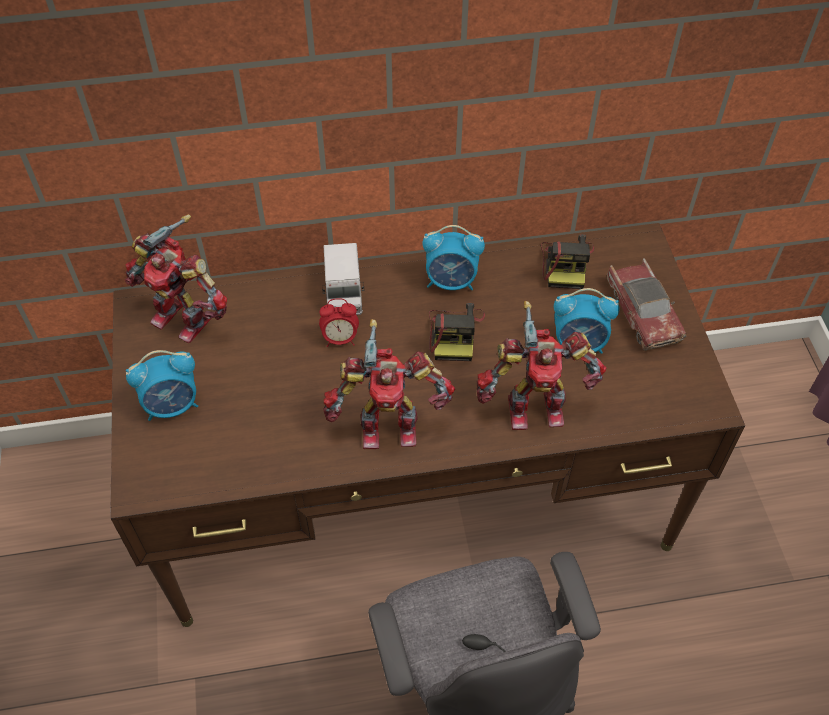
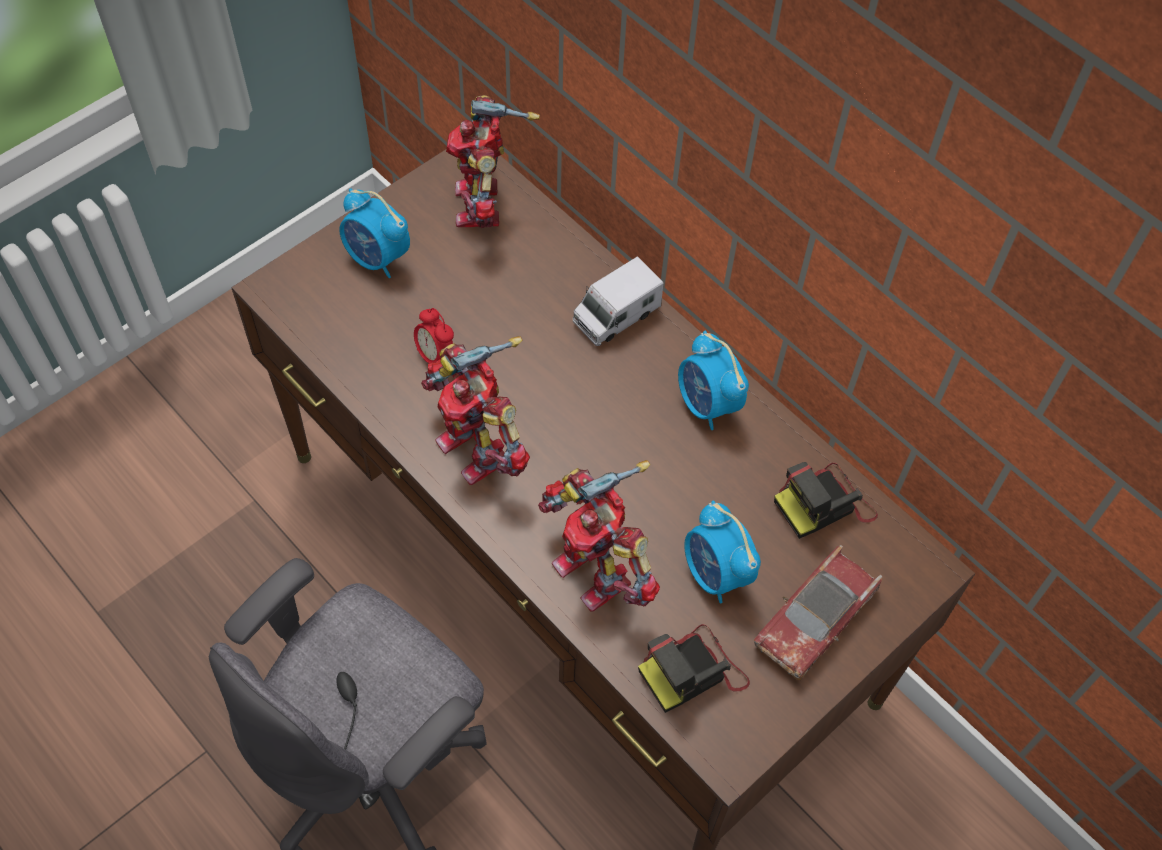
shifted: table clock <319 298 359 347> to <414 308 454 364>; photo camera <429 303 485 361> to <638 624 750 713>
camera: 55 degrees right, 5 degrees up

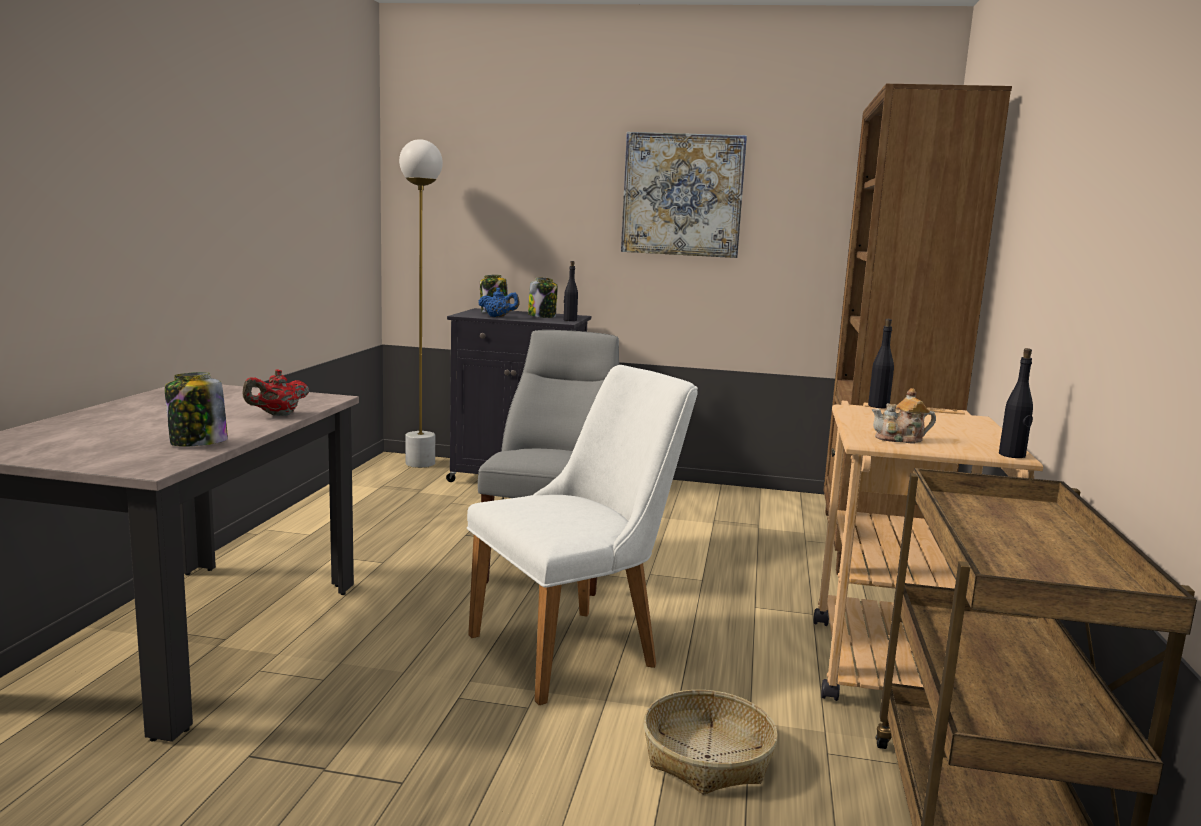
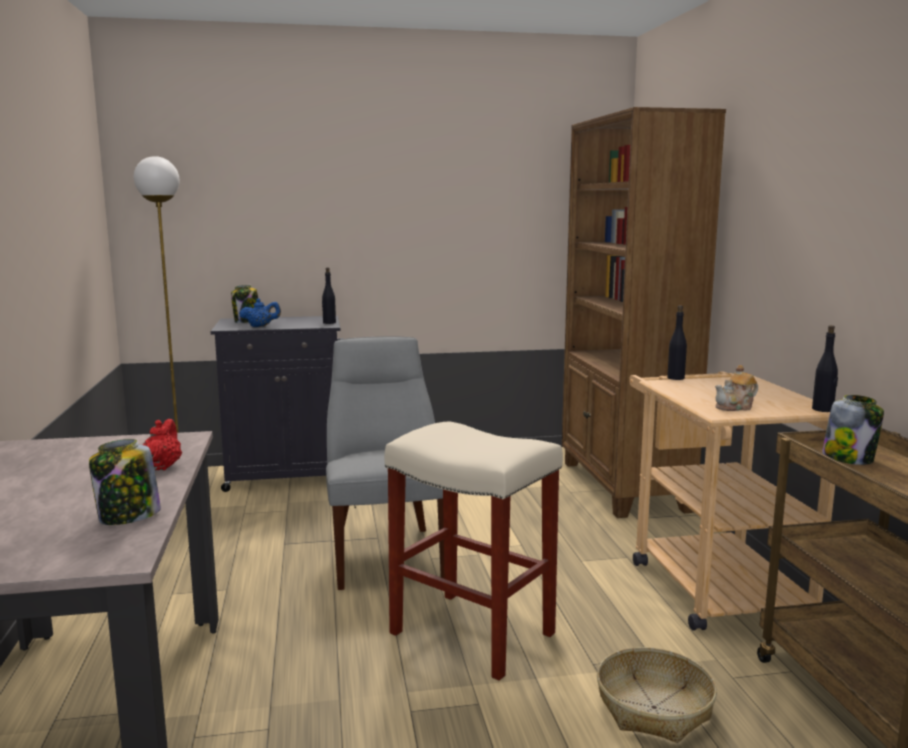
gone: picture <621 132 747 258>
shifted: preserve jar <528 277 558 318> to <822 395 884 465>
swapped: white upright chair <467 365 698 705> to sand-coloured sitting stool <385 421 563 681>
rotated: red tea pot <243 369 309 416> = <143 419 182 470> 150 degrees clockwise
camera: 20 degrees left, 0 degrees up

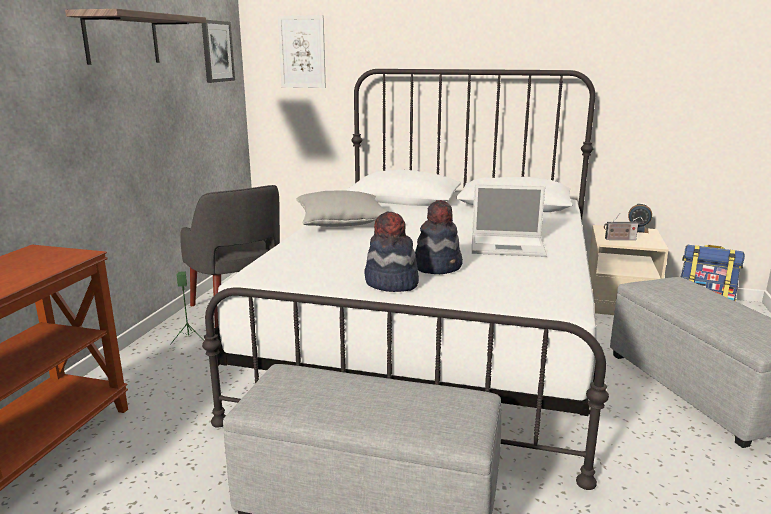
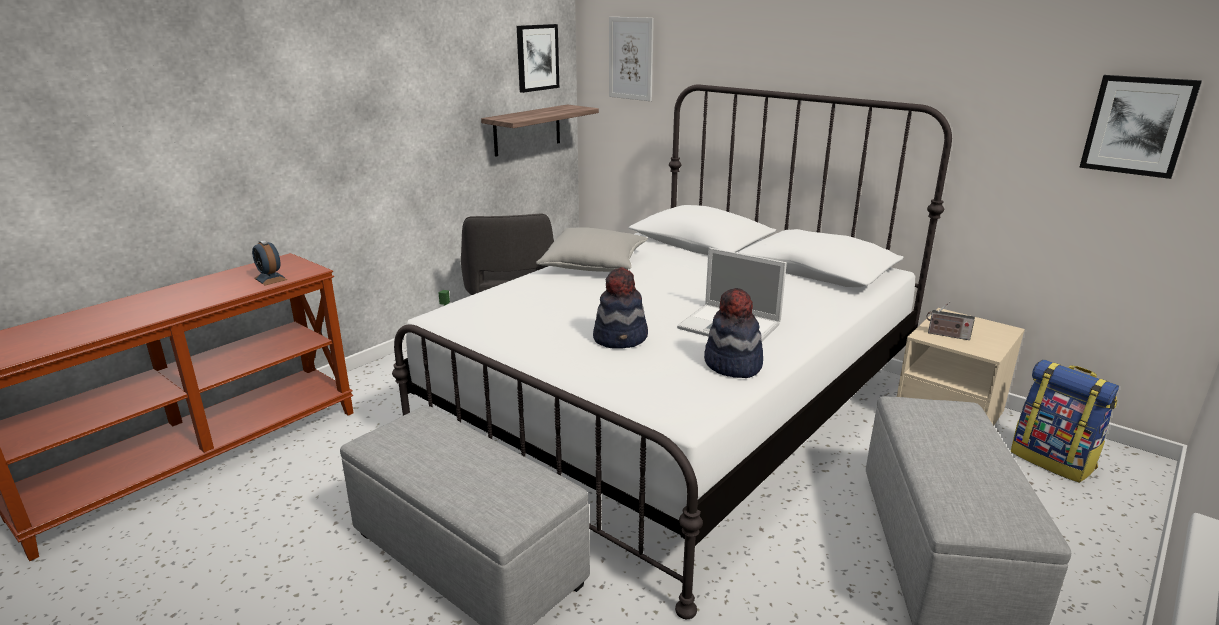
new: picture <1079 75 1202 179>
shifted: table clock <628 203 652 233> to <252 240 287 285>; shelf <65 9 206 65> to <481 104 599 157>; clothing hat <364 211 419 292> to <704 288 763 378>
camera: 25 degrees right, 5 degrees up

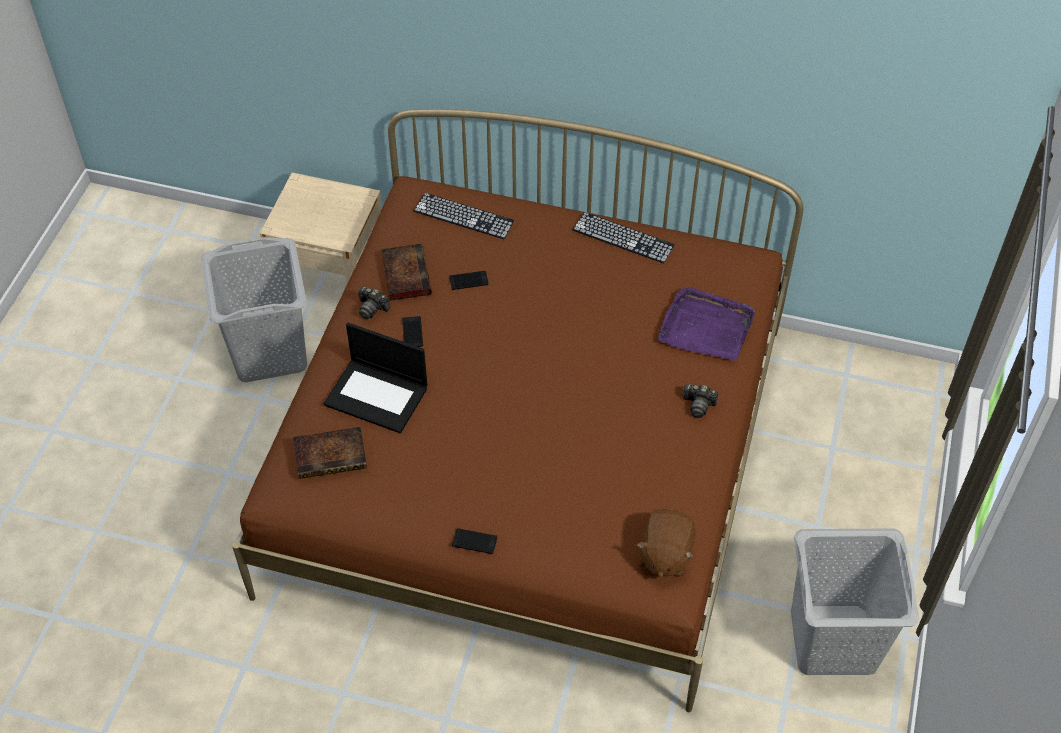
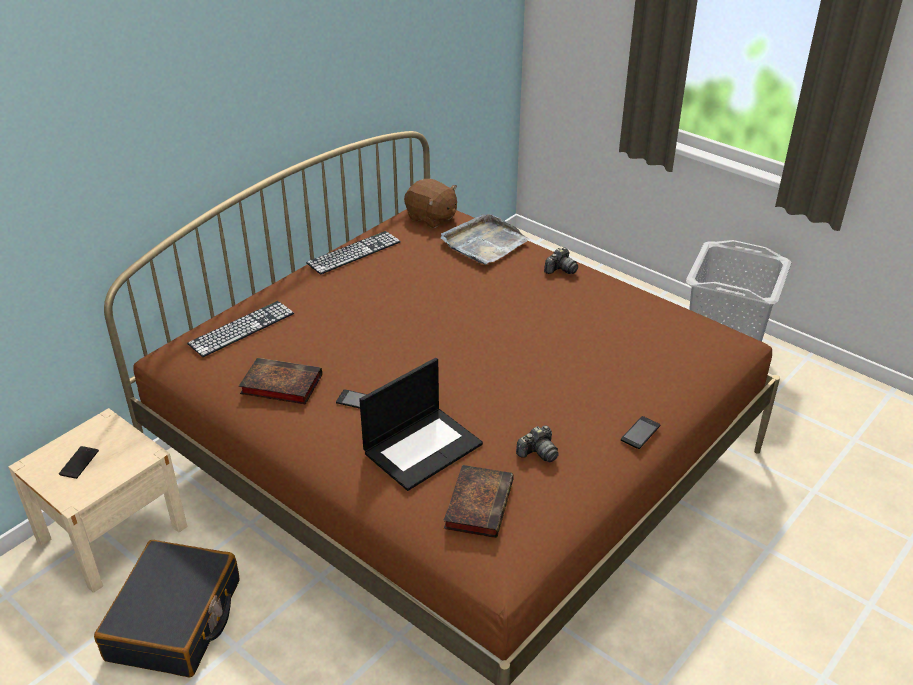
shifted: telephone <449 271 488 290> to <59 446 99 479>; brown-coloured plush toy <636 509 696 578> to <404 179 457 228>; photo camera <358 286 390 319> to <516 425 559 462>
swapped: grey hamper <201 237 307 382> to black travel case <94 540 240 678>
repainted: purple-coloured serving tray <658 287 755 361> to grey serving tray <441 214 529 265>
camera: 65 degrees left, 15 degrees down

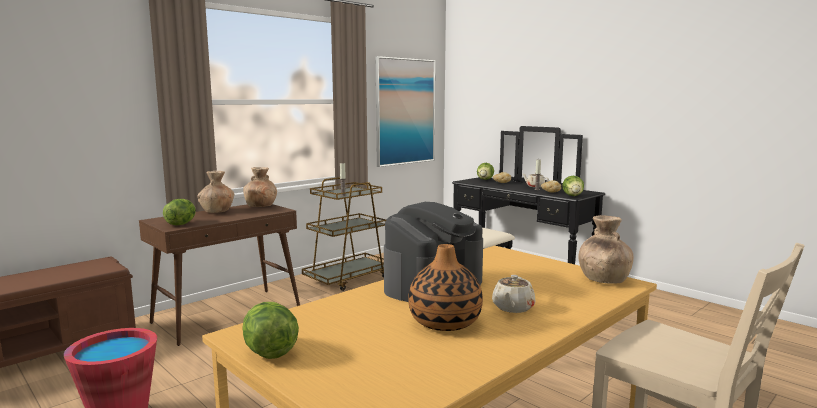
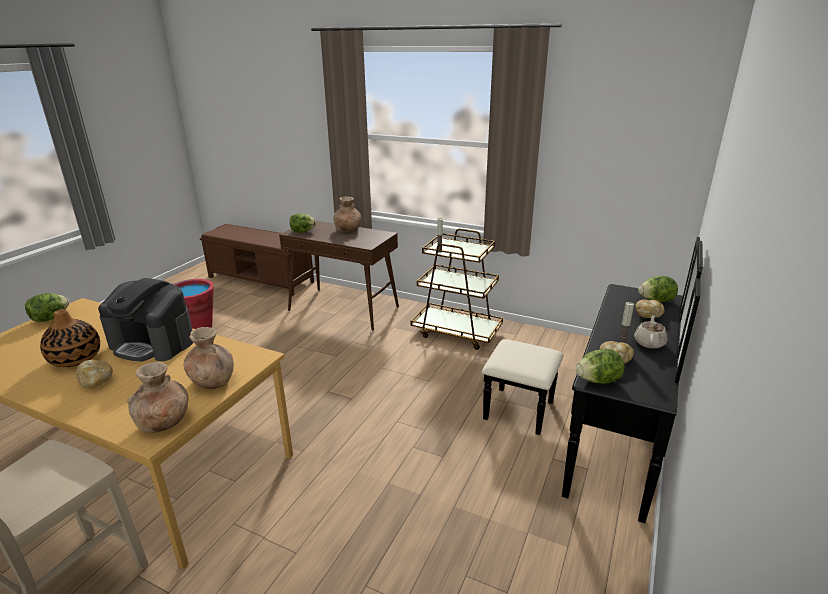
gone: picture <376 56 435 167>
shifted: brown-coloured vase <243 167 277 207> to <184 327 234 389>
swapped: sand-coloured tea pot <492 275 536 313> to baked bread <76 360 113 387>
camera: 70 degrees right, 15 degrees up

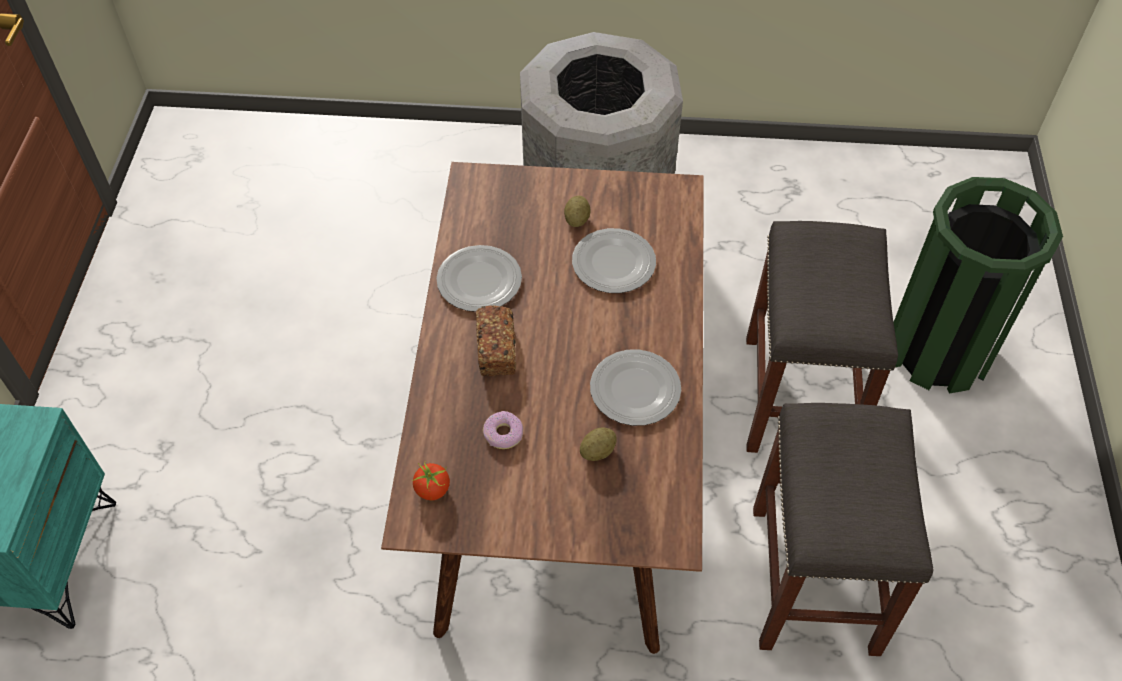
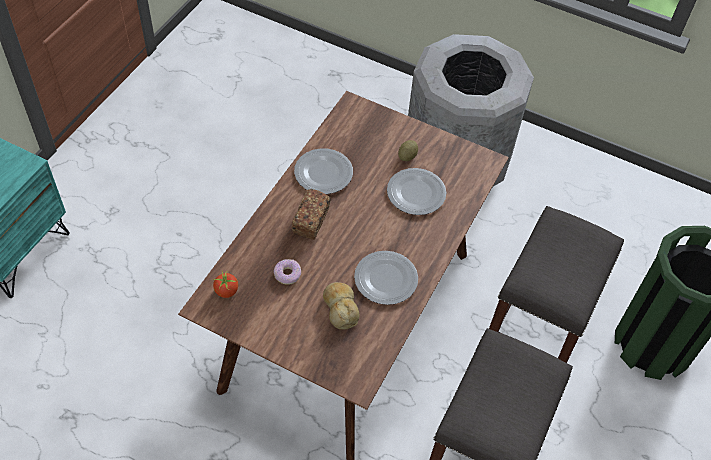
swapped: spud <580 427 617 461> to baked bread <323 282 359 330>
camera: 20 degrees right, 0 degrees up

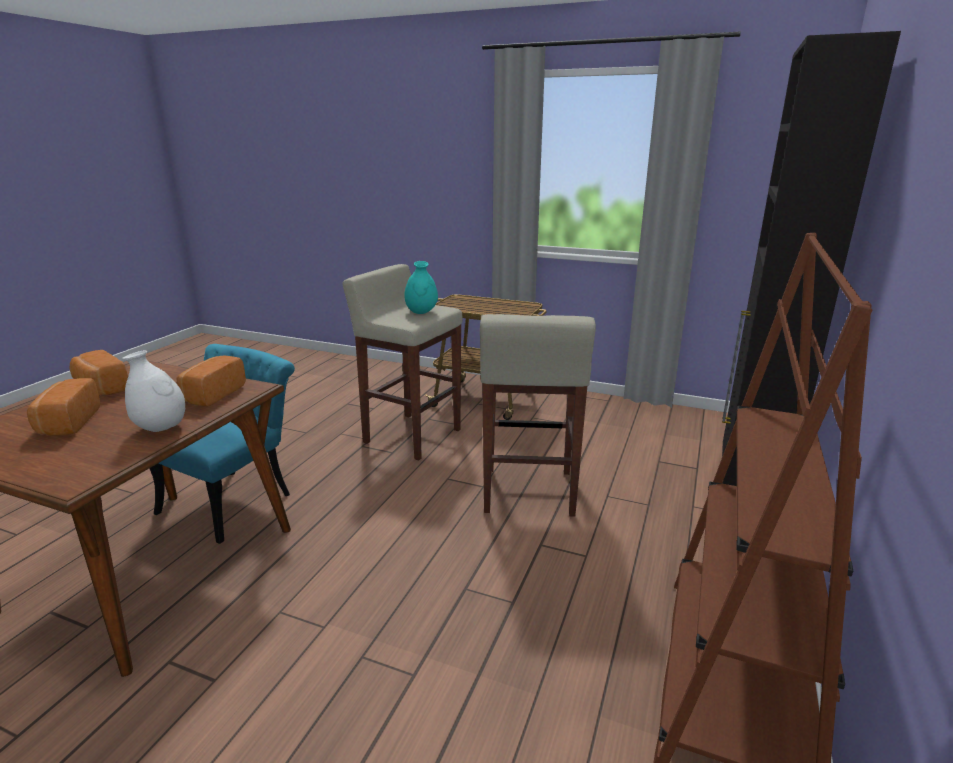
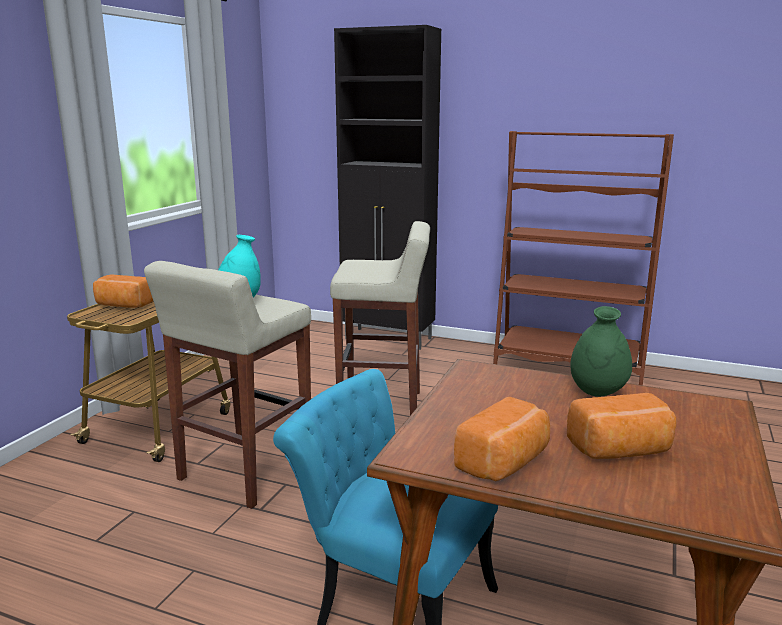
shifted: baked bread <176 356 246 406> to <93 274 153 308>
repainted: white vase <122 350 185 432> to green-coloured vase <570 306 632 397>
camera: 90 degrees left, 5 degrees down

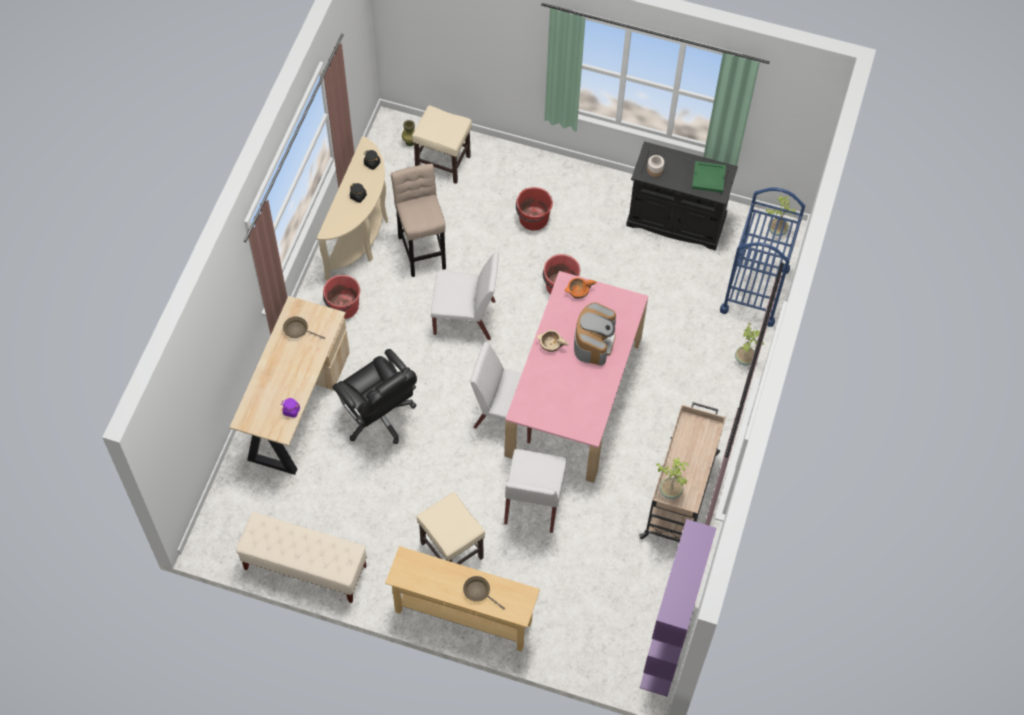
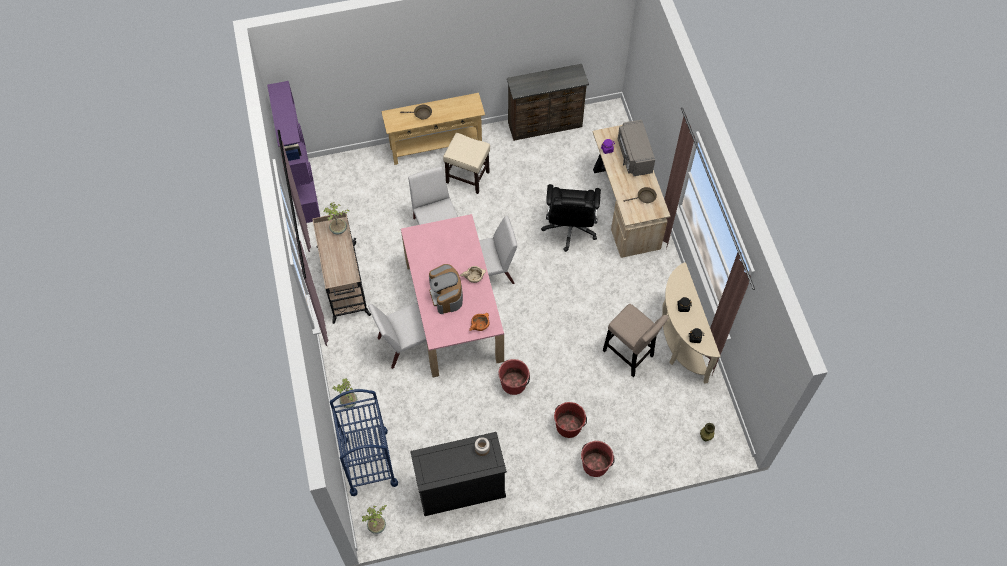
gone: sand-coloured sitting stool <412 106 472 184>; green-coloured serving tray <692 161 726 193>
new: grey microwave oven <618 120 655 176>
shifted: white upright chair <431 252 499 340> to <368 303 427 369>; red water bucket <323 275 360 319> to <581 441 615 477>
swapped: sand-coloured bench <236 512 367 603> to brown-coloured chest of drawers <507 64 589 141>
rotated: black computer chair <333 349 417 444> = <541 184 601 252> 105 degrees counterclockwise
camera: 150 degrees right, 0 degrees up

